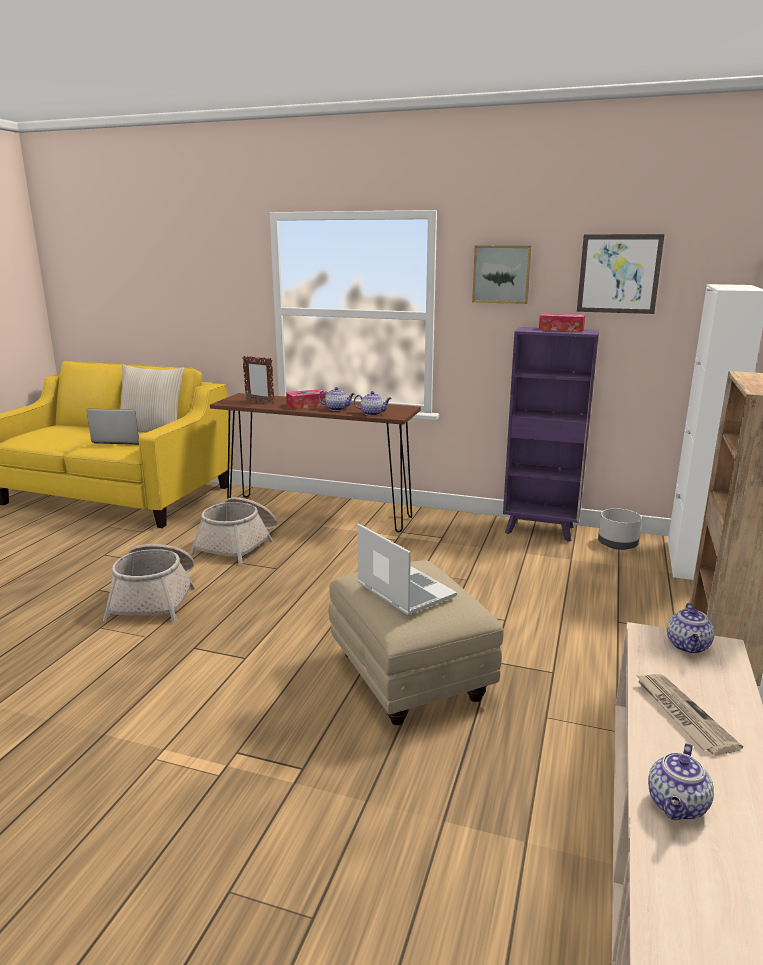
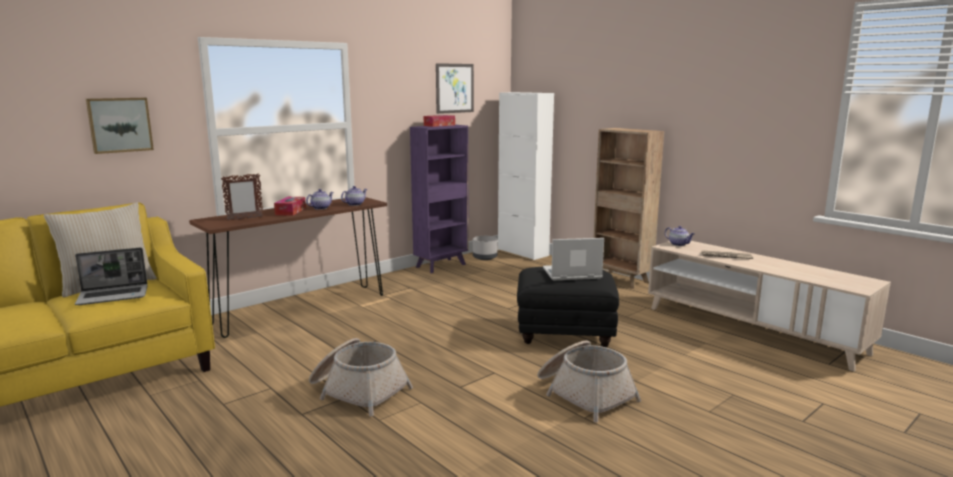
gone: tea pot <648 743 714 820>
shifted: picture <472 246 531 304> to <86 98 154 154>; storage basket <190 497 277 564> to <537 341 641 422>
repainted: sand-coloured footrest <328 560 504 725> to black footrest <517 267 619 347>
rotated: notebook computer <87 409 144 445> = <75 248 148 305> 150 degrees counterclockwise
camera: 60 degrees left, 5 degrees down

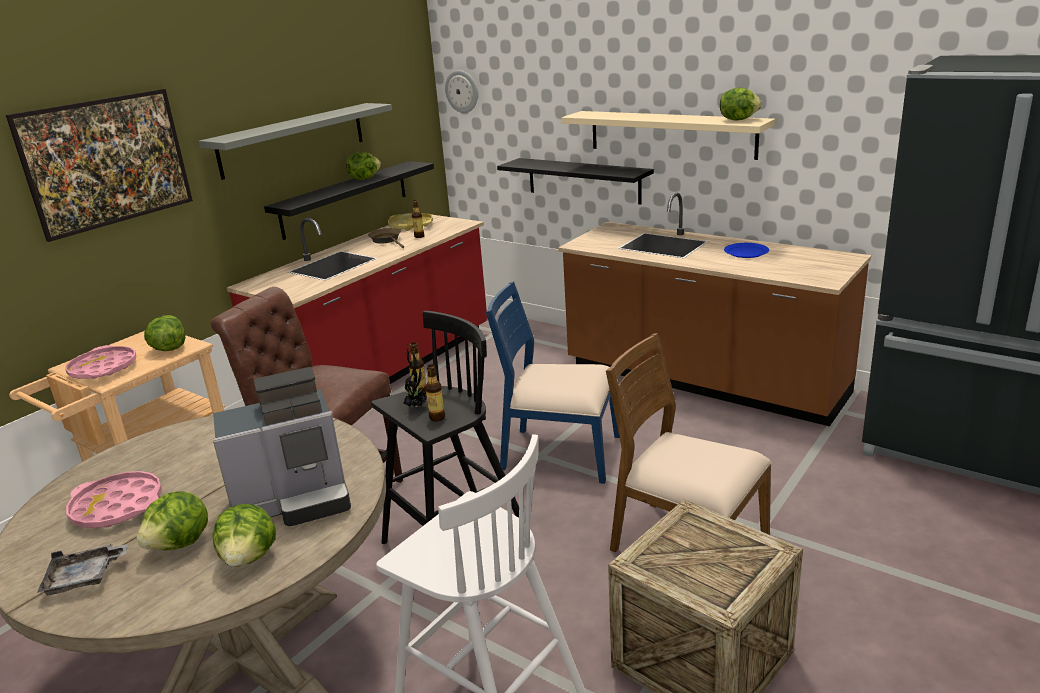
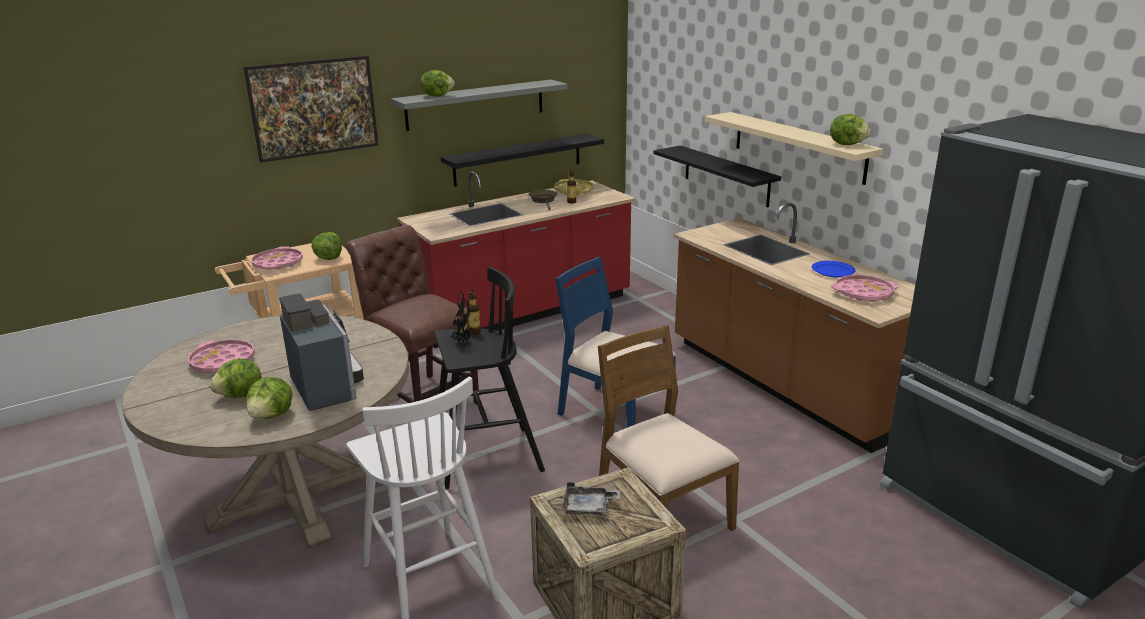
gone: beverage bottle <425 364 445 422>; wall clock <445 70 478 113>
new: pink-coloured serving tray <831 275 899 302>
shifted: lettuce head <346 152 381 180> to <421 70 455 97>; grey serving tray <37 544 128 596> to <562 482 621 516>
rotated: coffee machine <213 367 351 526> = <279 293 364 411> 120 degrees counterclockwise
camera: 20 degrees right, 0 degrees up

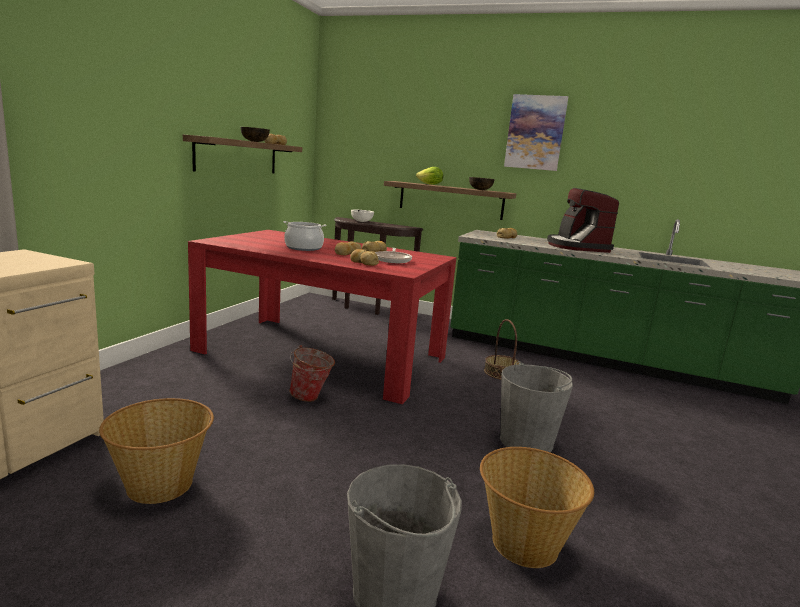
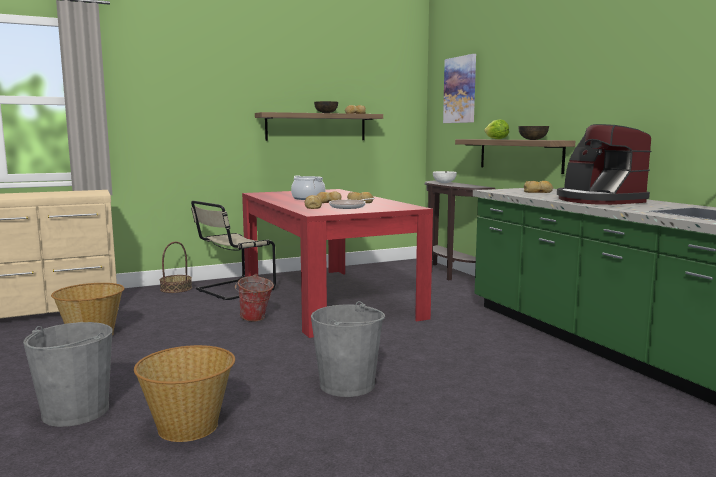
new: sand-coloured upright chair <191 201 276 300>
shifted: storage basket <484 319 520 380> to <160 241 192 293>; picture <504 94 568 171> to <443 54 476 123>
rotated: coffee machine <547 188 619 253> = <557 124 652 205> 60 degrees counterclockwise
camera: 45 degrees right, 5 degrees down

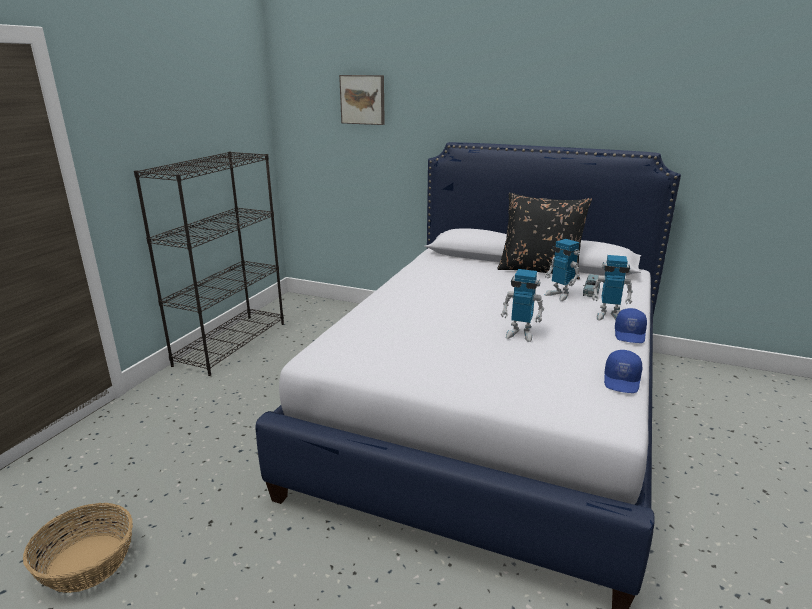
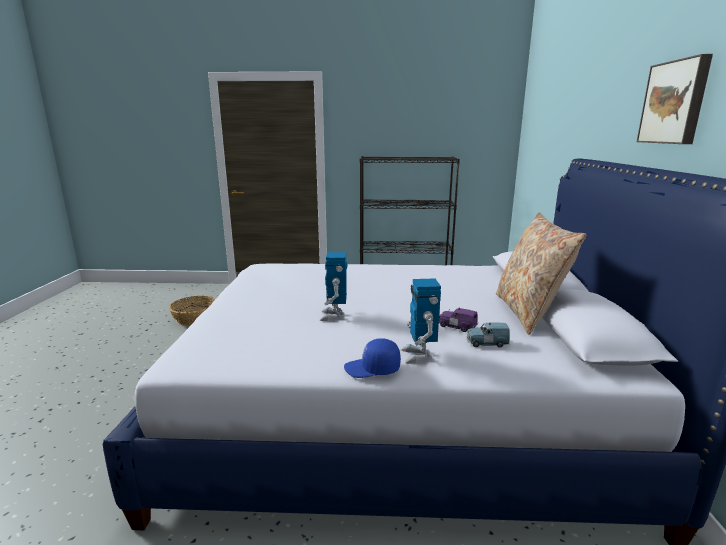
gone: bluish cap <604 350 642 393>
shifted: picture <339 75 385 125> to <637 54 713 144>
swapped: robot figure <545 239 580 301> to purple-coloured toy car <439 308 478 332>
repainted: black cushion <498 193 592 279> to sand-coloured cushion <496 212 586 335>
camera: 70 degrees right, 5 degrees down

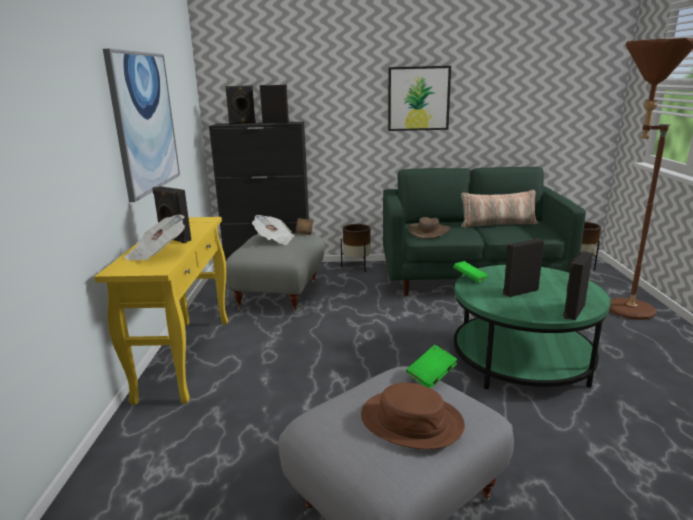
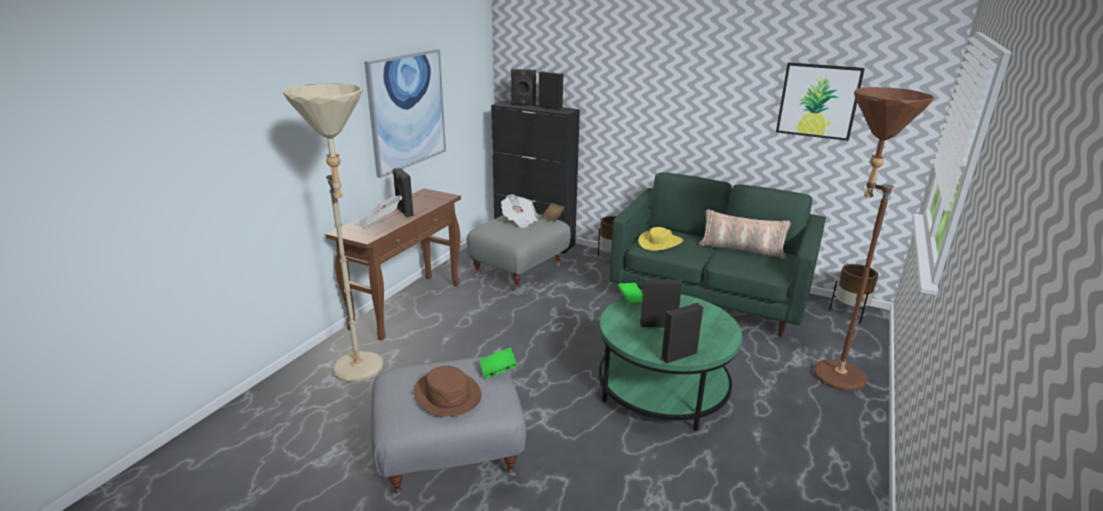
new: sand-coloured standing lamp <283 83 384 382>
shifted: picture <388 66 451 131> to <776 62 865 141>
repainted: yellow-coloured hall table <94 217 228 404> to brown-coloured hall table <326 188 461 341>; brown-coloured clothing hat <409 217 450 239> to yellow-coloured clothing hat <638 227 683 251>
camera: 25 degrees right, 5 degrees up

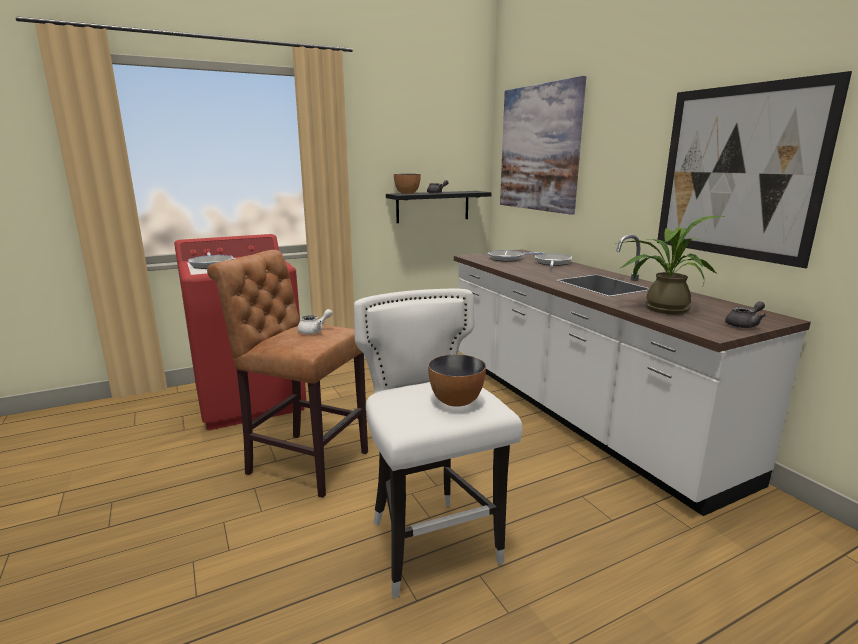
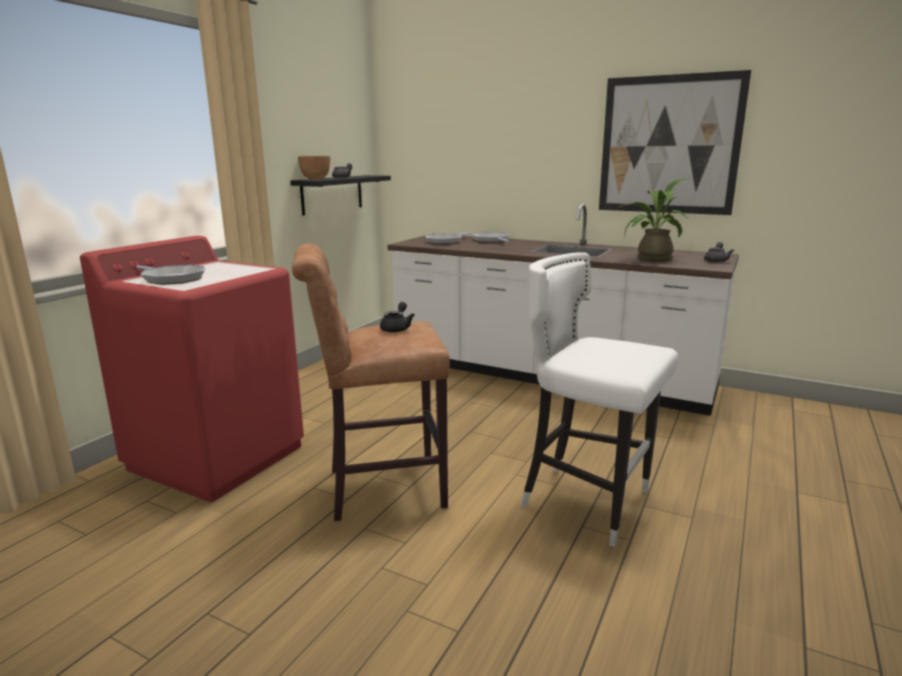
gone: serving bowl <428 354 486 407>; picture <500 76 586 215>
repainted: white tea pot <297 309 333 334> to black tea pot <380 302 415 333>
camera: 35 degrees left, 0 degrees up

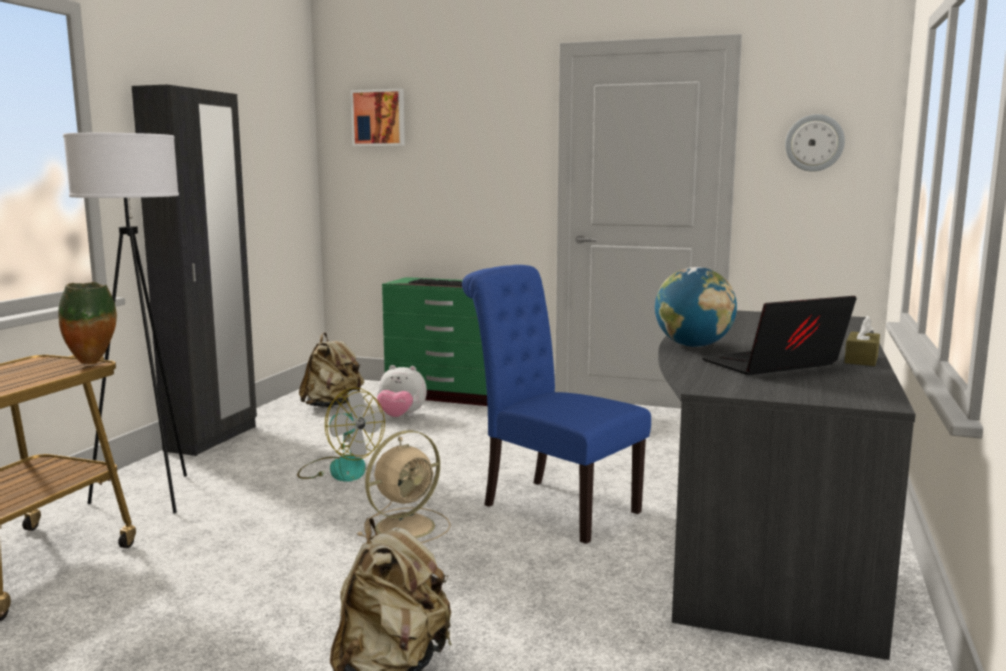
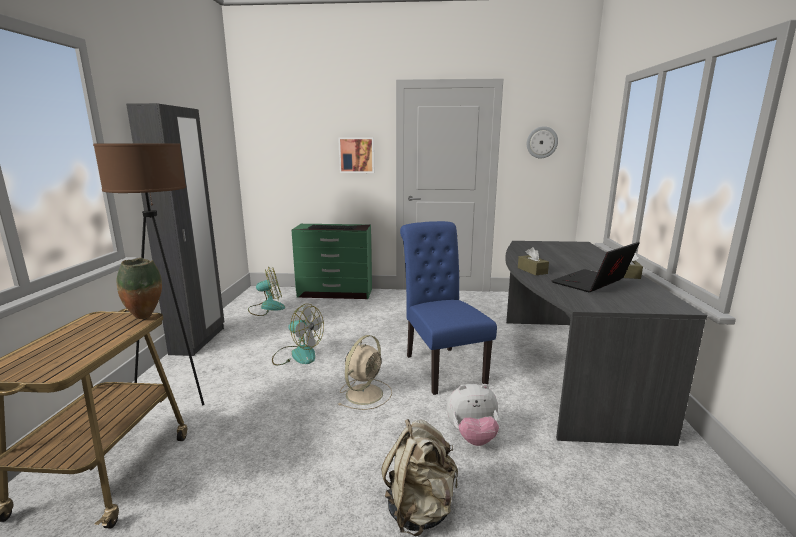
shifted: picture <350 88 405 146> to <338 137 374 173>; plush toy <377 365 427 417> to <447 384 500 446>
swapped: sand-coloured knapsack <299 333 364 408> to electric fan <248 267 285 316>; globe <655 267 737 347> to brown-coloured box of tissues <518 247 549 275>
repainted: white standing lamp <63 133 187 513> to brown-coloured standing lamp <93 143 205 405>
rotated: bluish upright chair <462 265 651 544> = <400 221 497 395> 45 degrees clockwise
camera: 15 degrees left, 5 degrees up

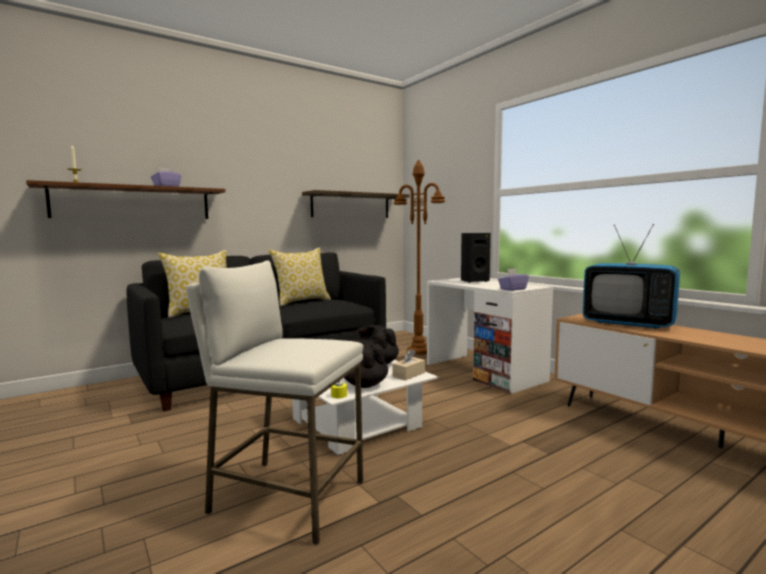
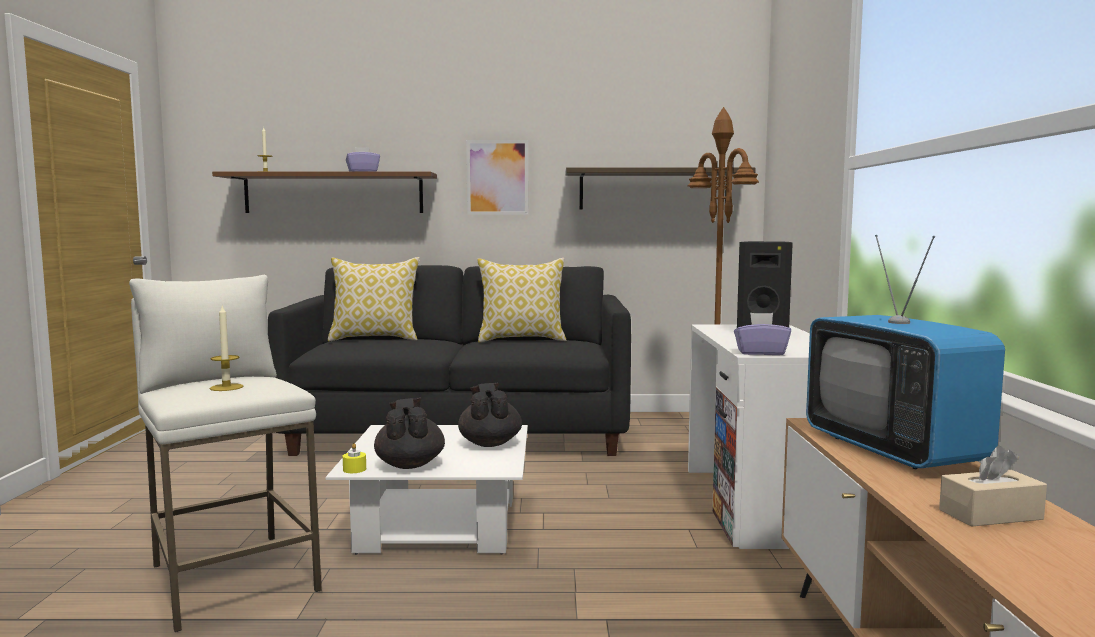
new: wax light <210 306 243 391>; picture <466 140 528 215>
shifted: sand-coloured box of tissues <392 349 425 380> to <939 446 1047 527>
camera: 35 degrees right, 0 degrees up

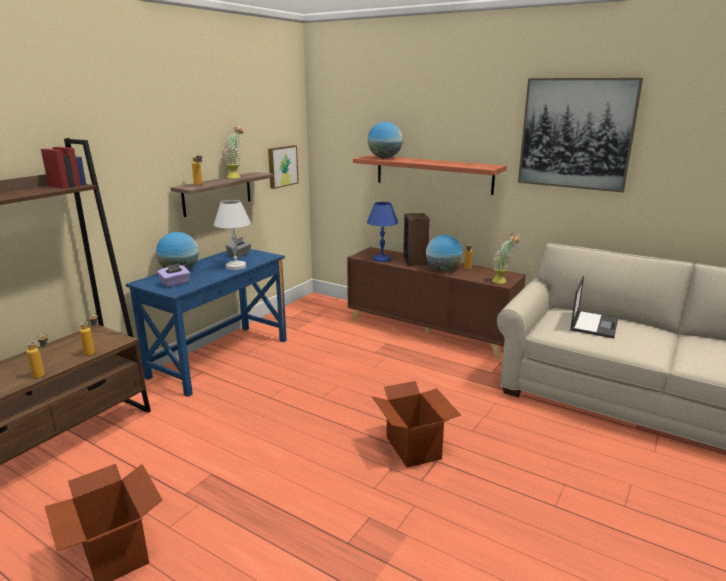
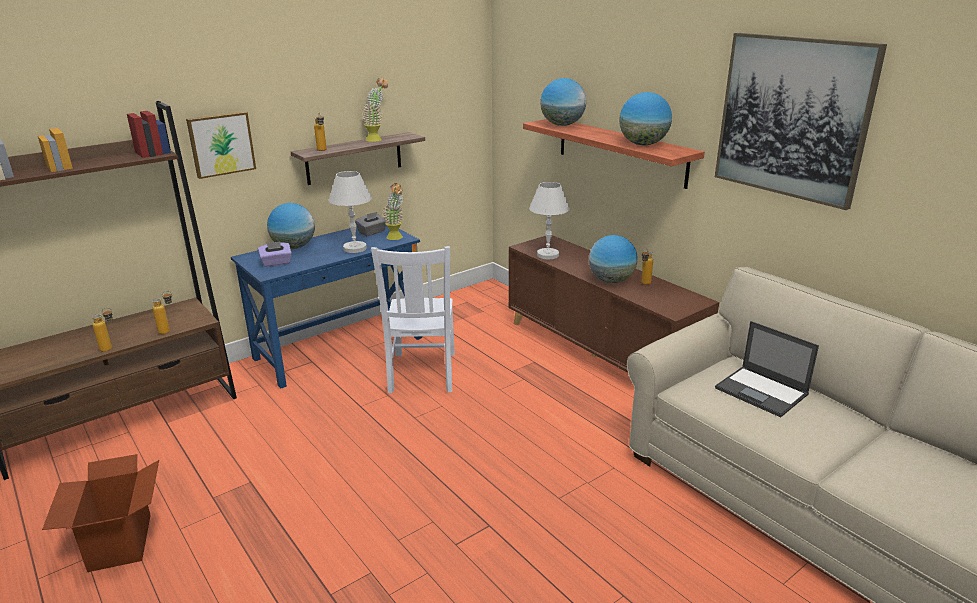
gone: carton <372 381 461 468>; loudspeaker <403 213 430 266>
new: white upright chair <371 246 455 393>; globe <619 92 672 145>
shifted: picture <268 145 299 189> to <186 111 256 179>; potted plant <492 233 520 284> to <383 183 403 240>
repainted: bluish table lamp <367 202 398 262> to white table lamp <529 182 570 259>
rotated: notebook computer <570 276 619 338> = <715 321 819 417> 90 degrees clockwise
camera: 20 degrees right, 5 degrees up

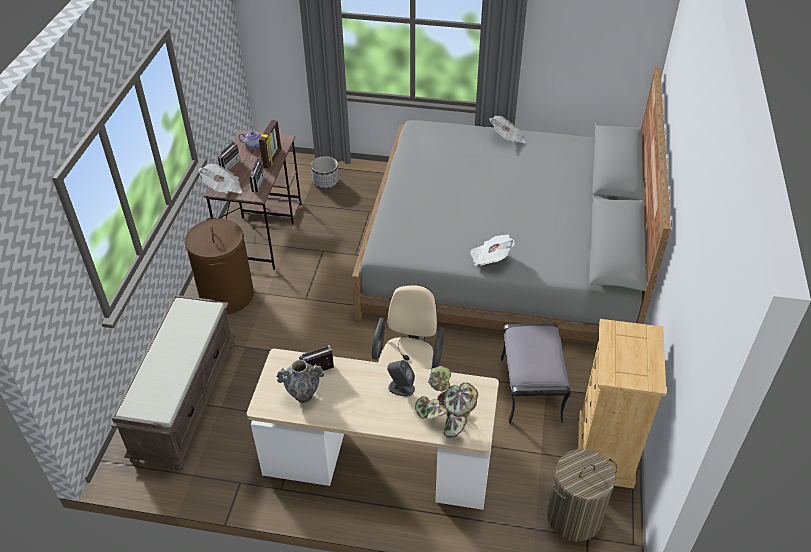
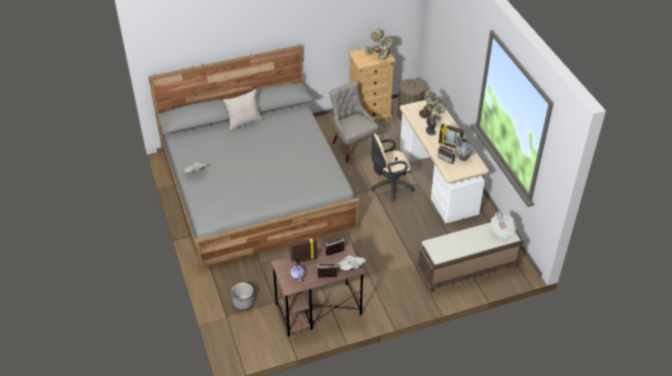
gone: brown-coloured hamper <185 217 254 314>
new: sand-coloured cushion <223 89 263 131>; potted plant <365 30 393 60>; picture frame <439 124 464 148>
shifted: printed paper <470 234 515 266> to <491 212 516 243>
swapped: grey footrest <501 323 571 424> to grey upright chair <329 81 379 163>
camera: 120 degrees left, 0 degrees up

